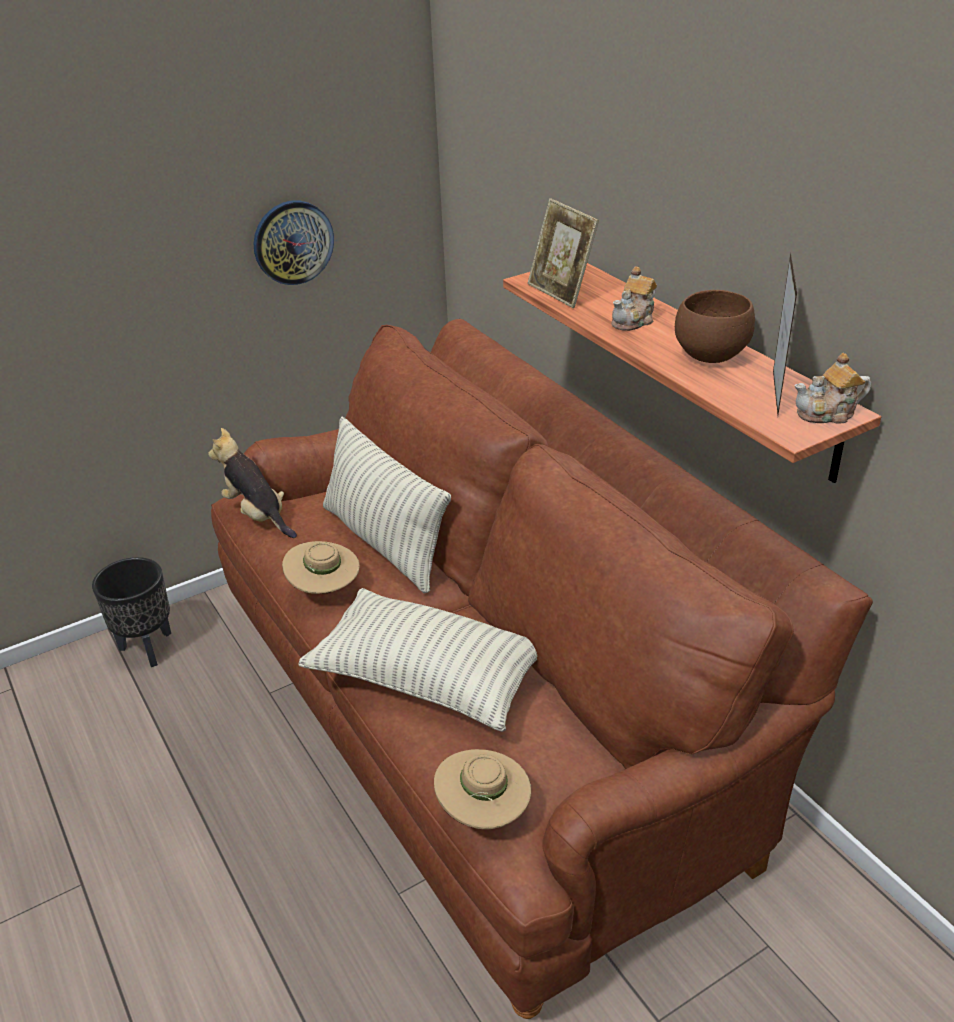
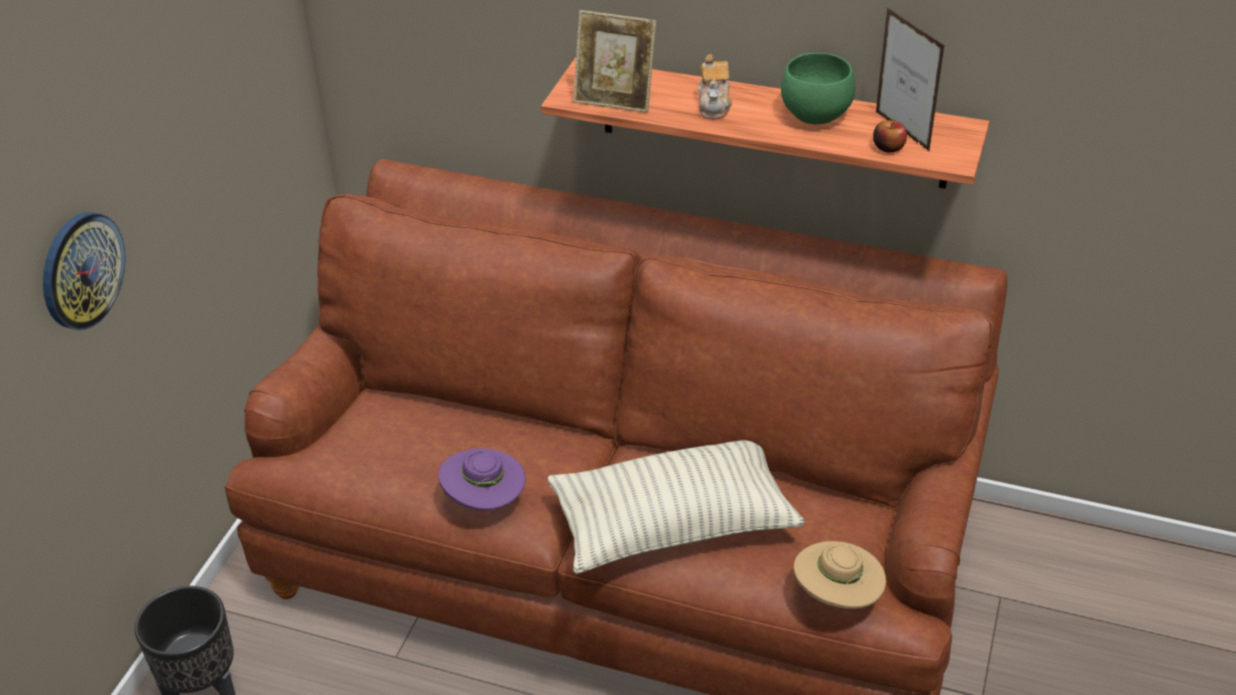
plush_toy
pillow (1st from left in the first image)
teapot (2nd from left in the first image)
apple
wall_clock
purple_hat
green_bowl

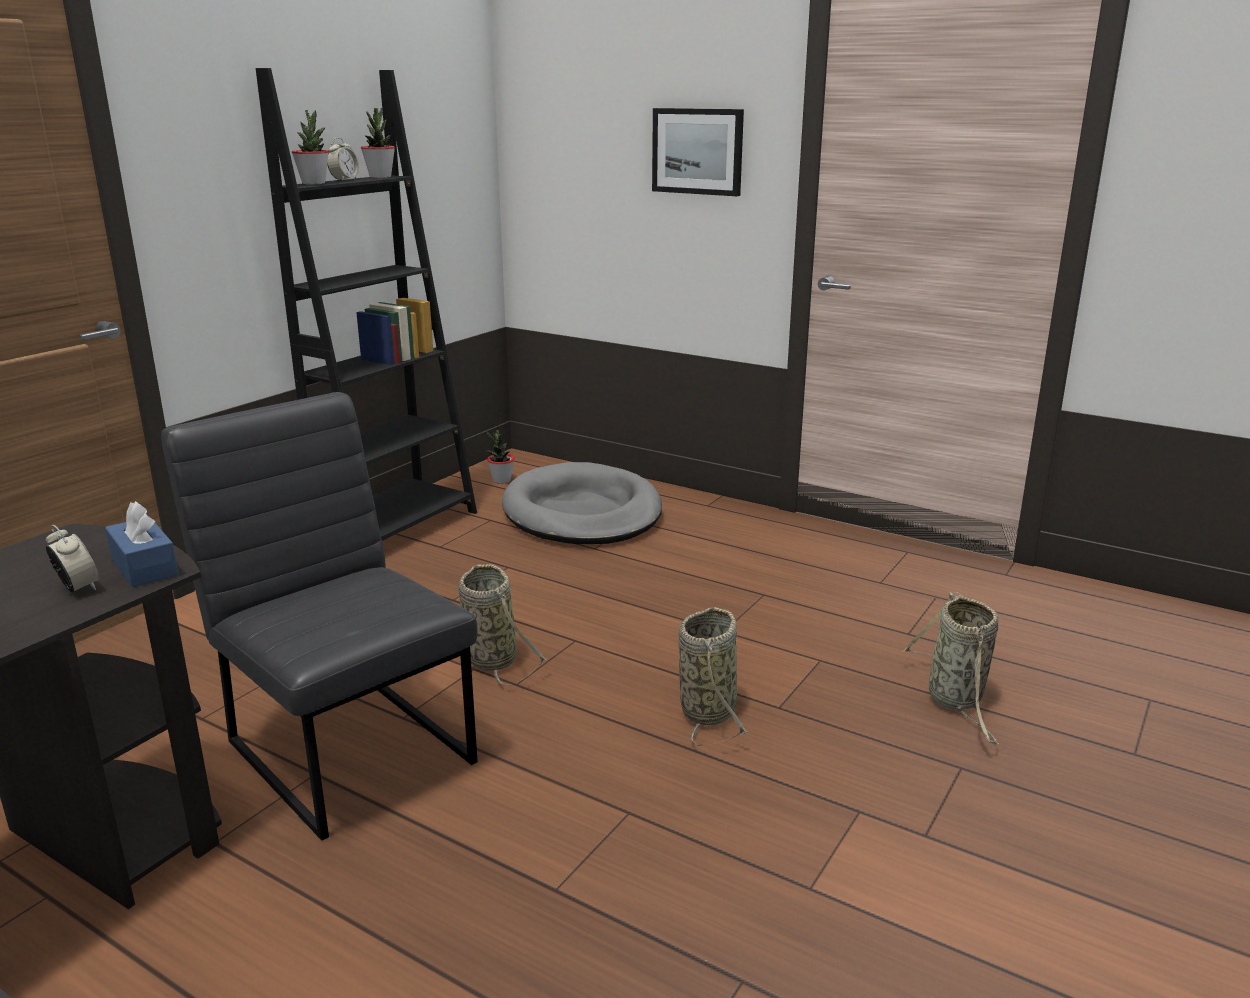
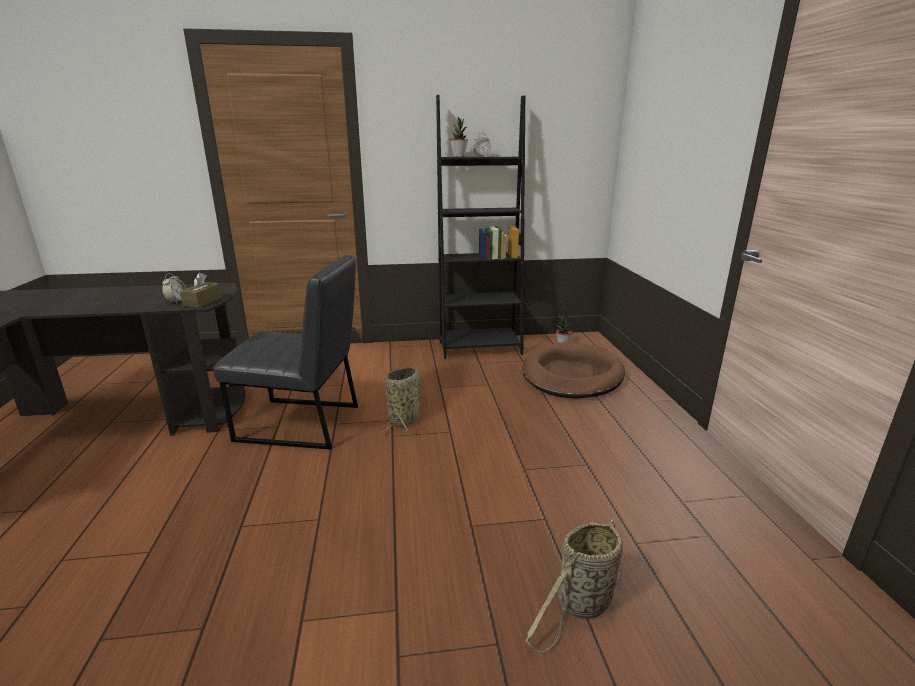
potted_plant (2nd from left in the first image)
picture
basket (2nd from left in the first image)
brown_tissue_box
brown_dog_bed
grey_chair

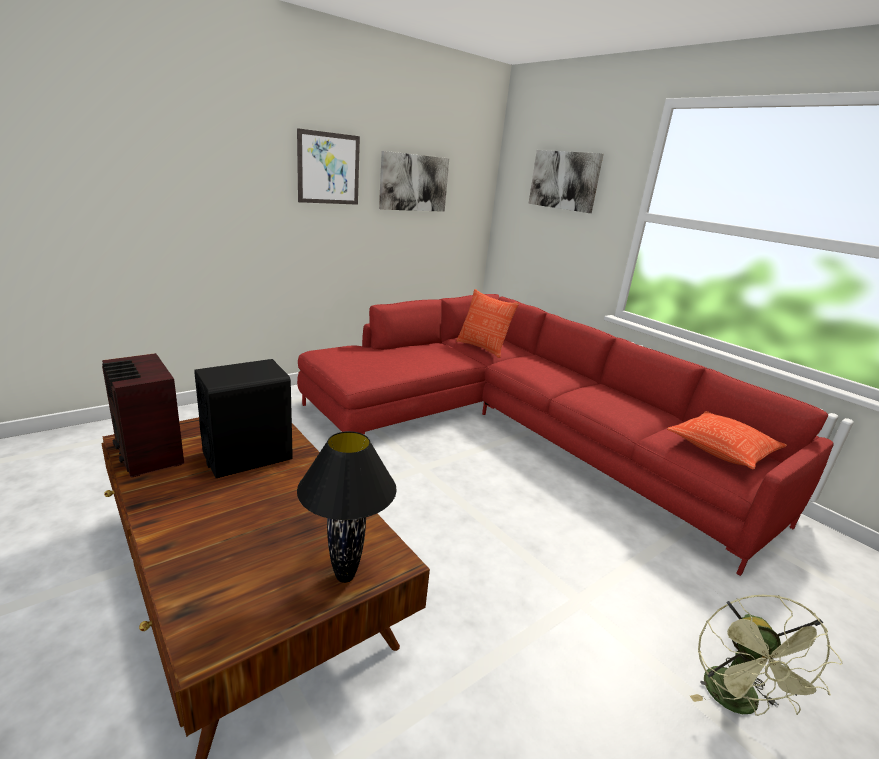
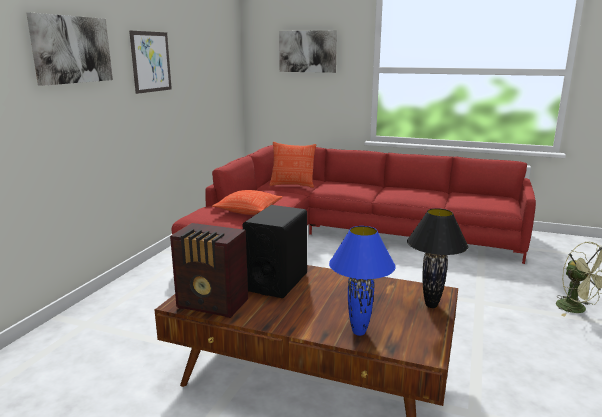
blue_table_lamp
picture (1st from left)
orange_pillow (1st from left)

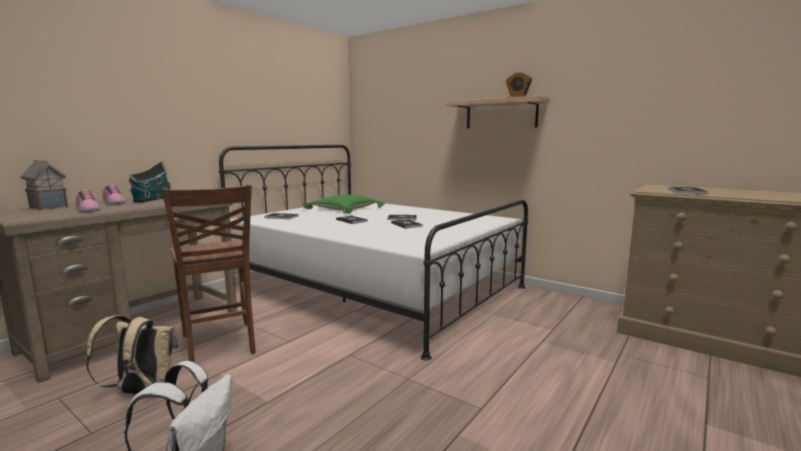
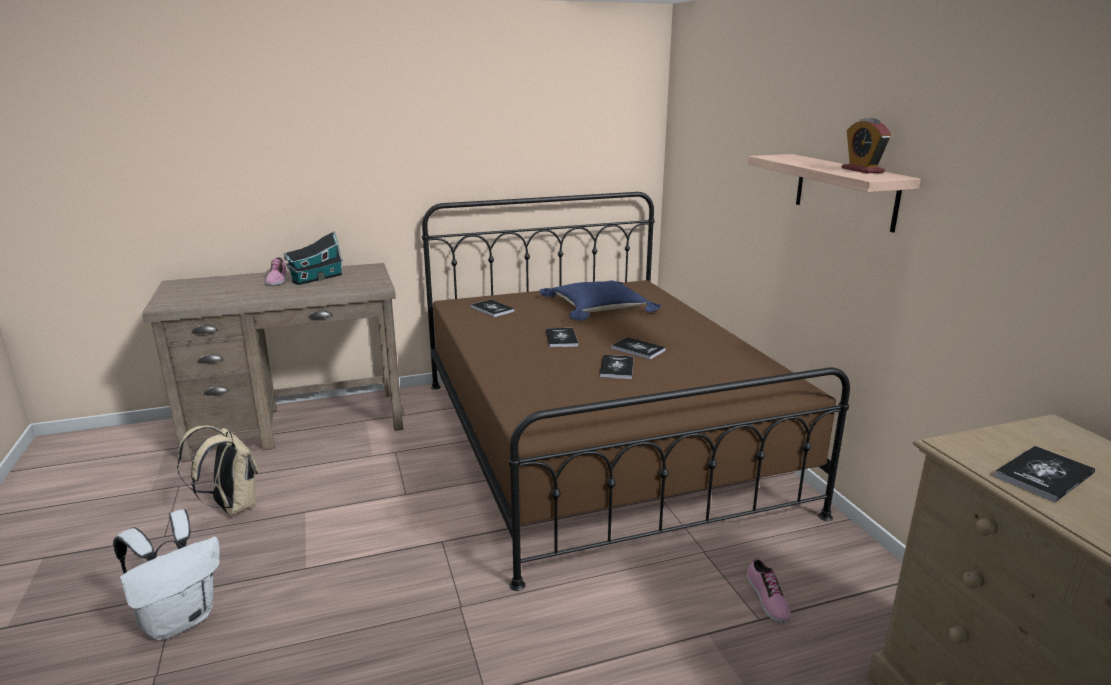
toy_house (1st from left in the first image)
brown_chair
shoe (2nd from left)
brown_bed
blue_pillow

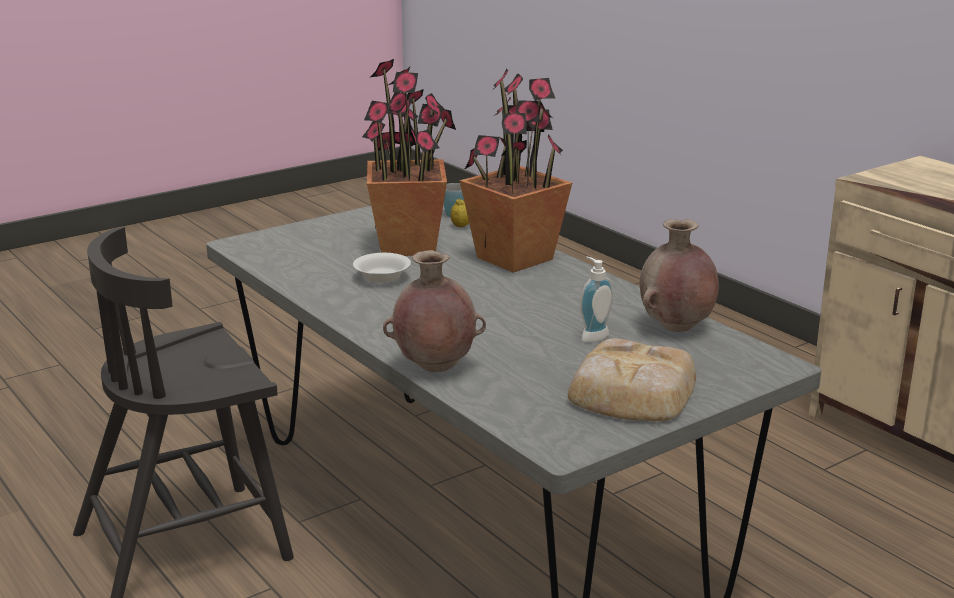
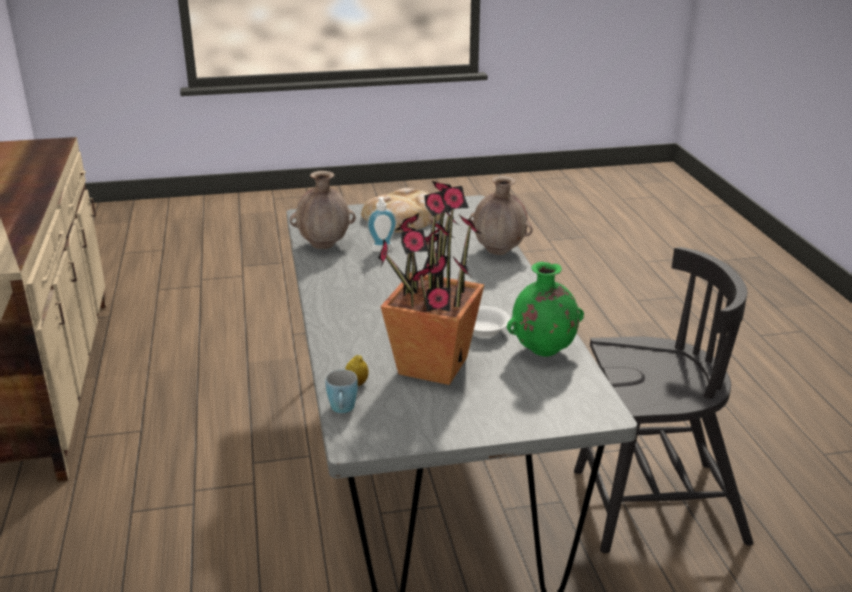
potted_plant (2nd from left in the first image)
green_vase

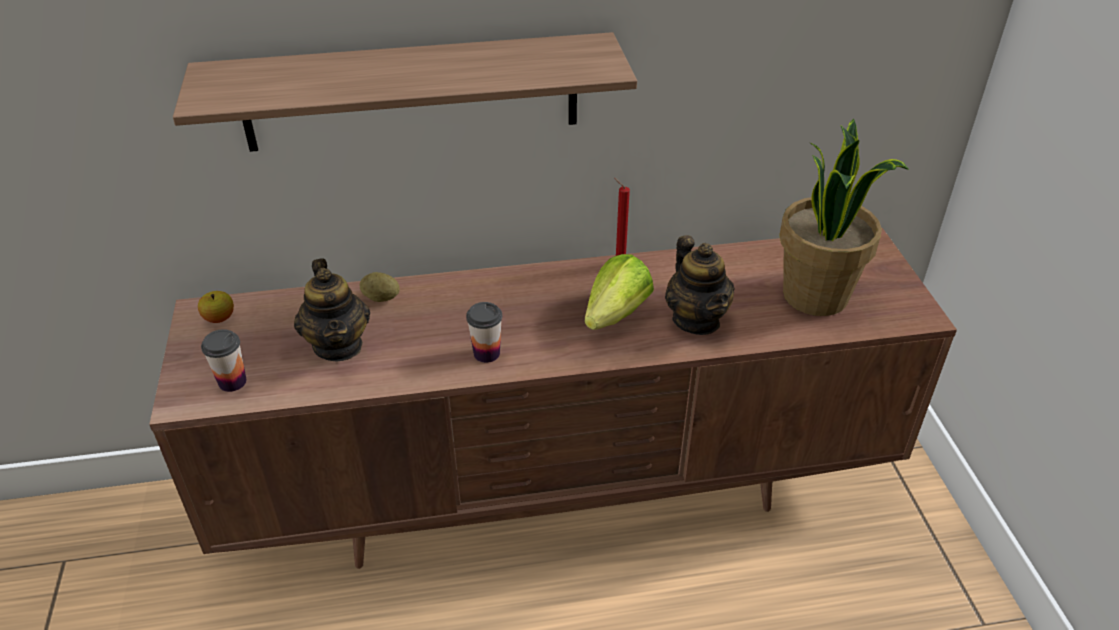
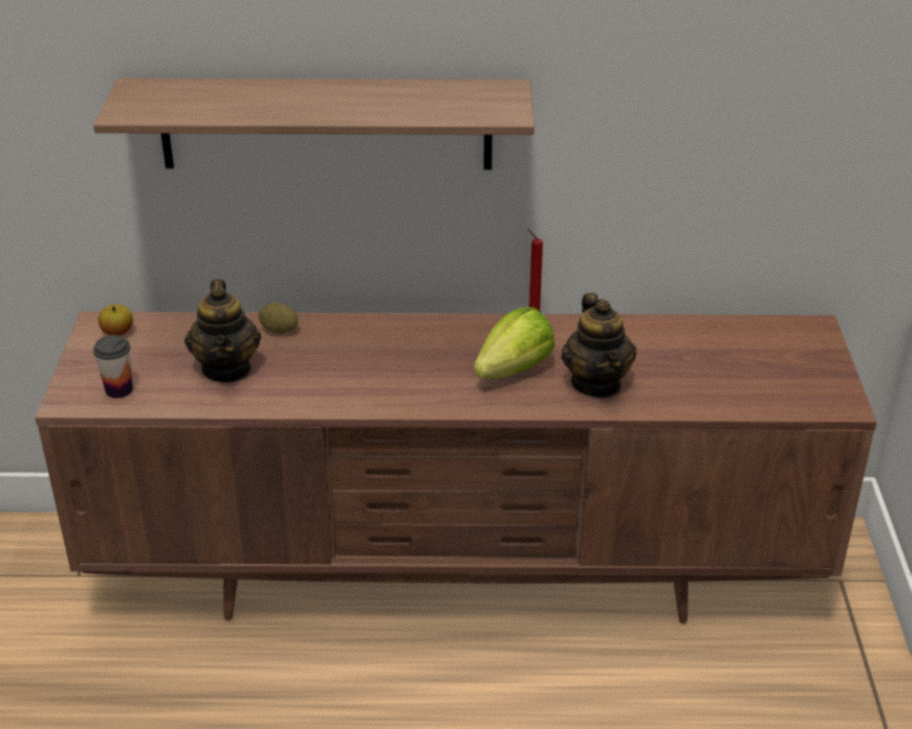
cup (2nd from left in the first image)
potted_plant

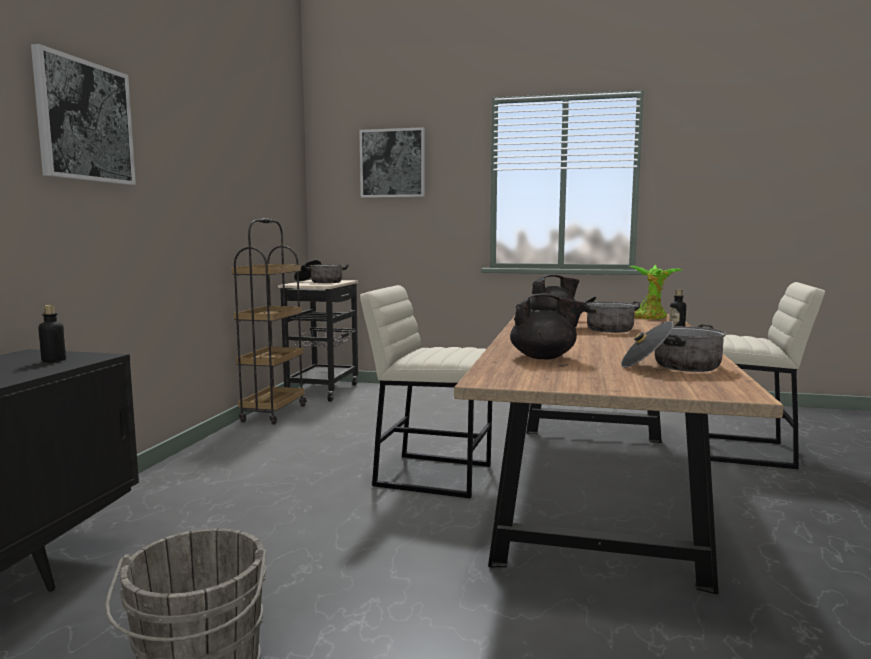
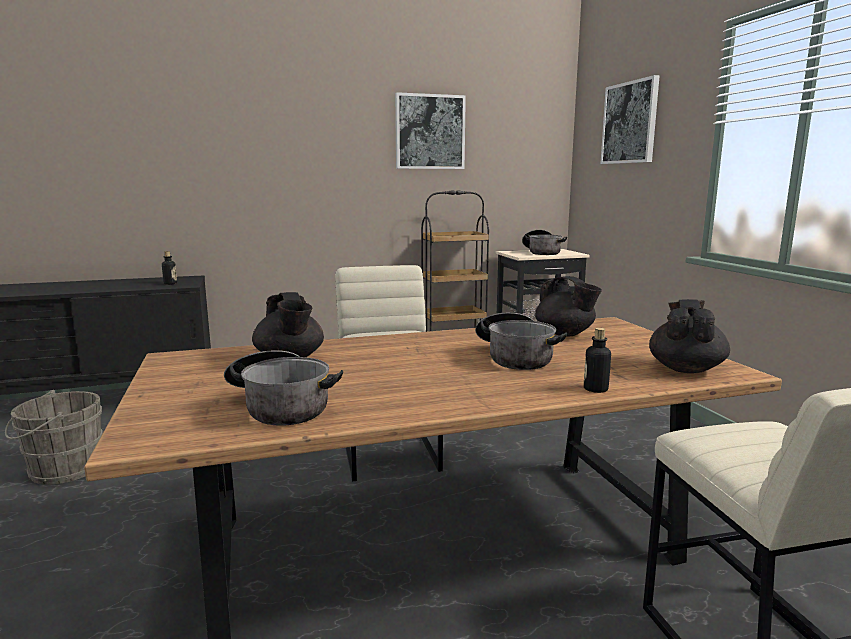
picture (1st from left)
black_teapot (3rd from left)

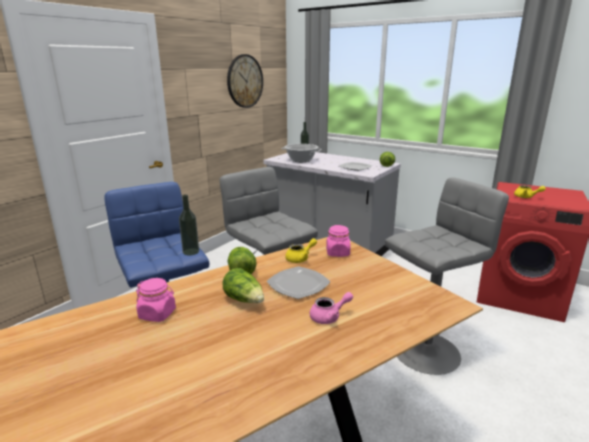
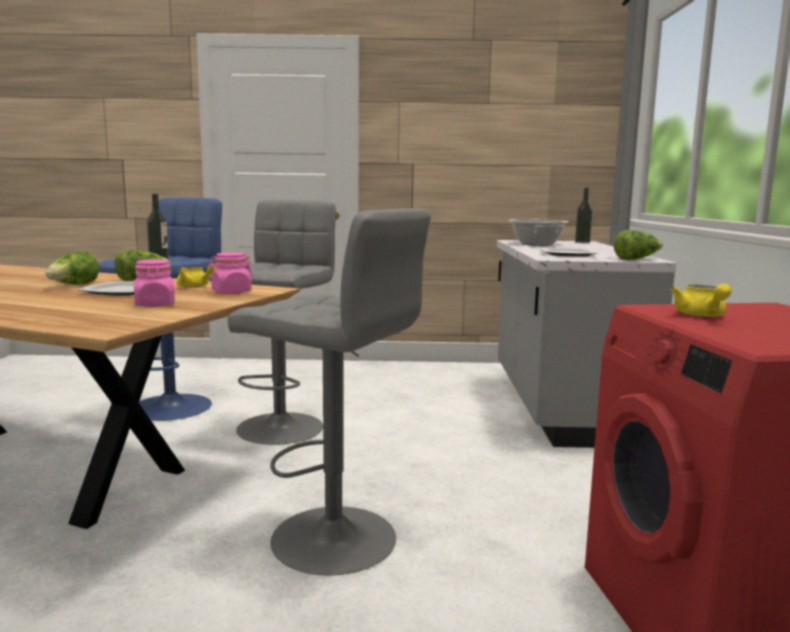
wall_clock
pink_teapot
pink_jar (1st from left)

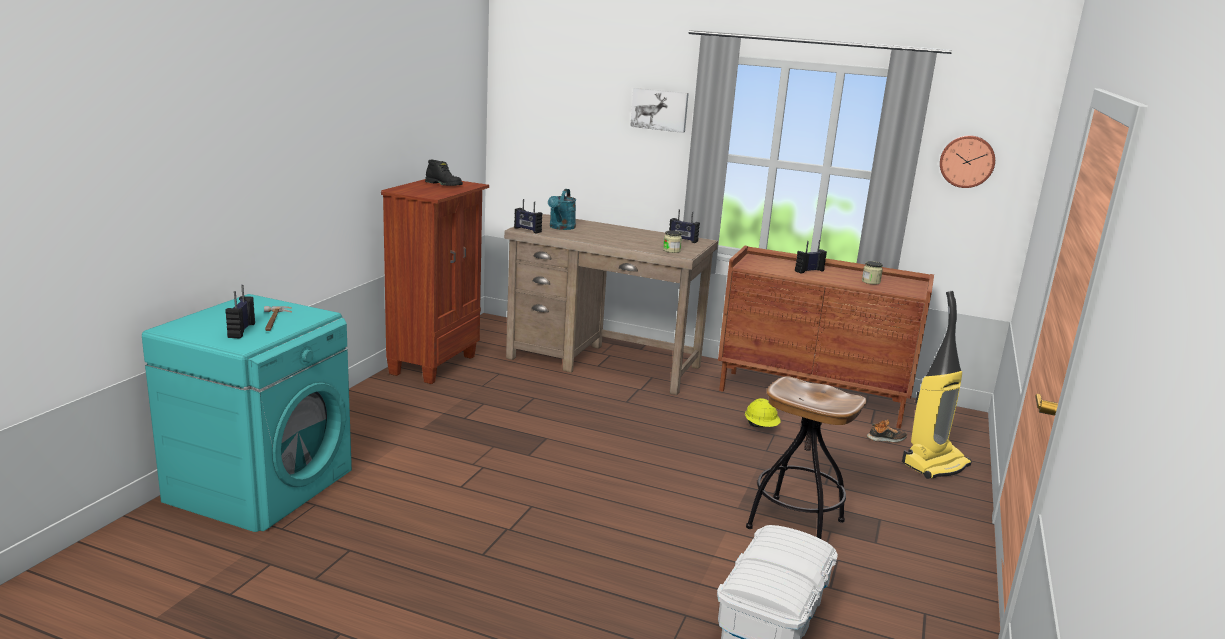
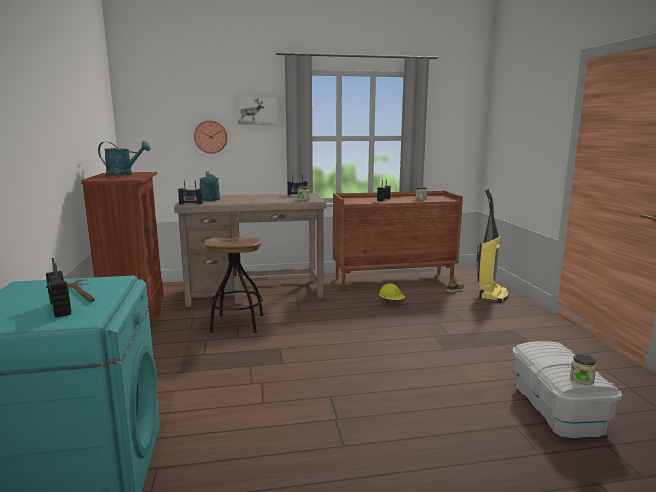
jar (3rd from left)
brown_stool
wall_clock
turquoise_watering_can (1st from left)

